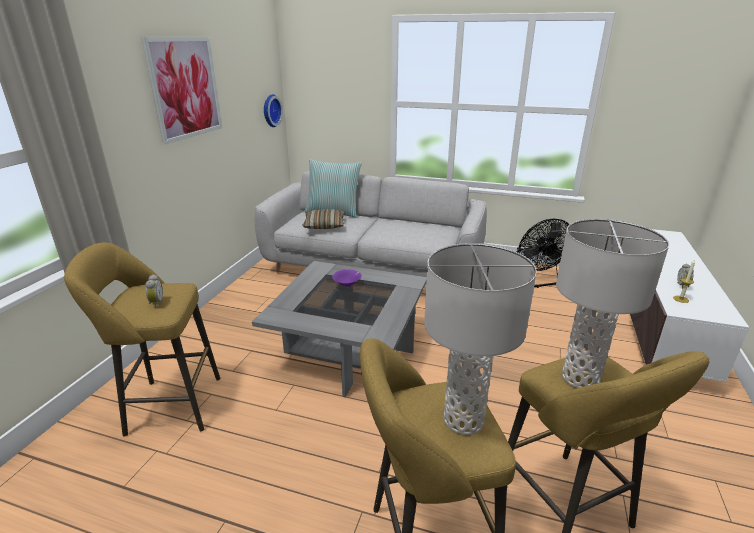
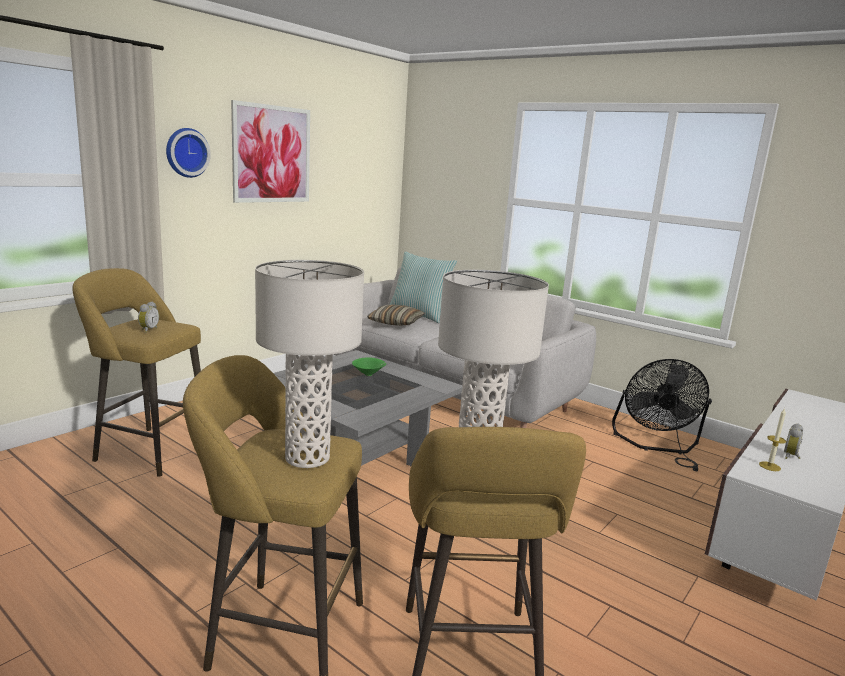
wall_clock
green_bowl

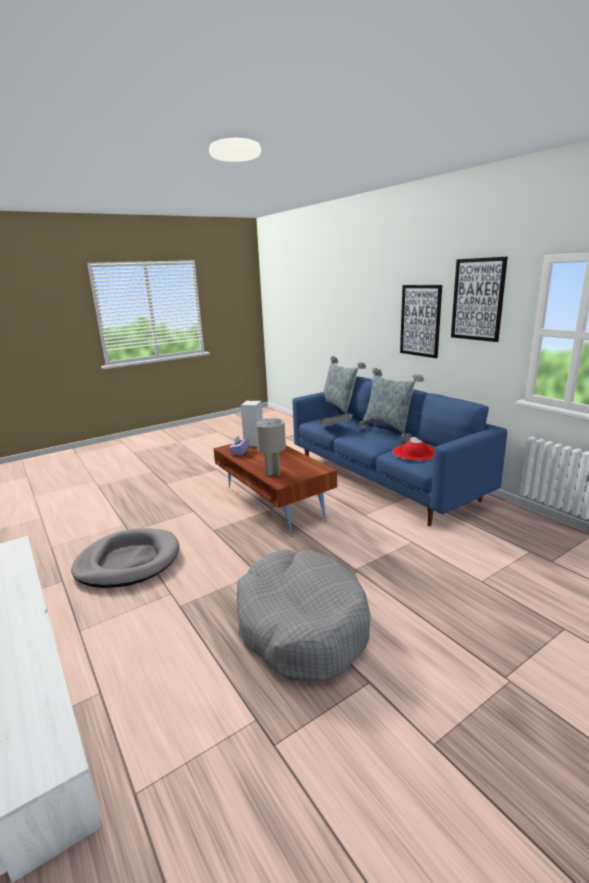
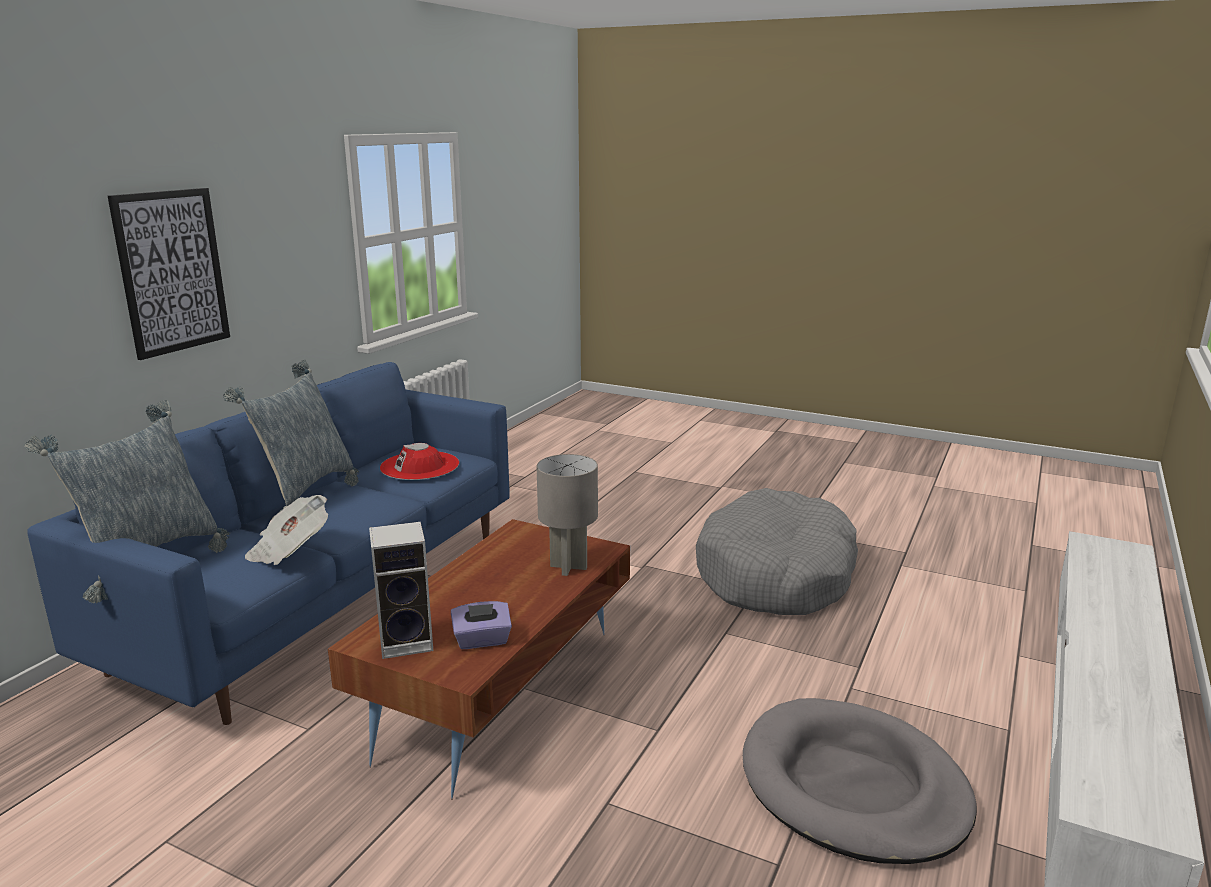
picture (2nd from left in the first image)

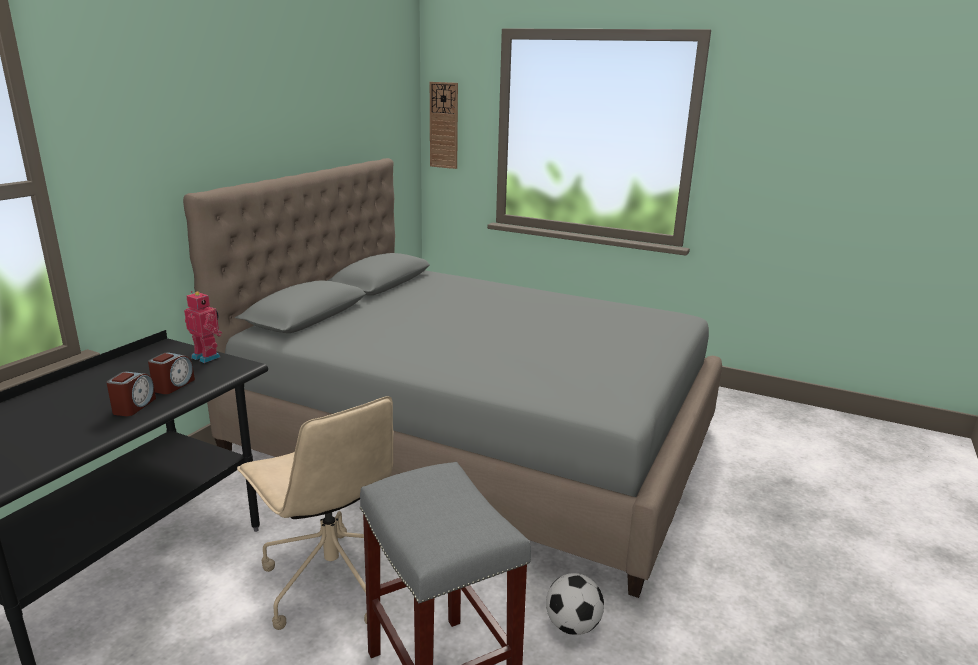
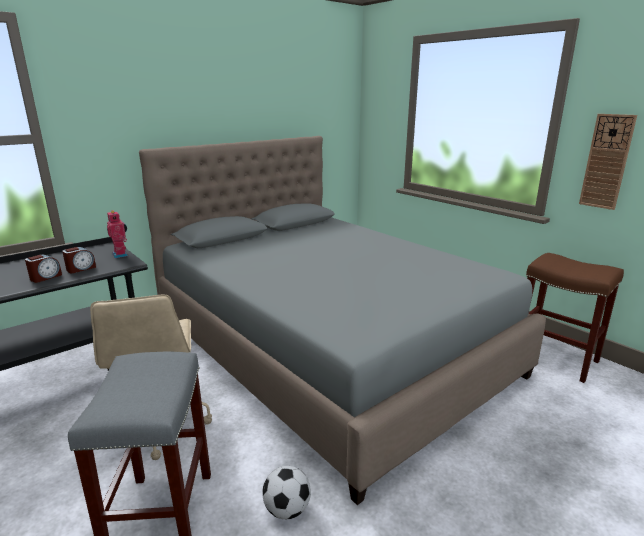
brown_stool
wall_clock

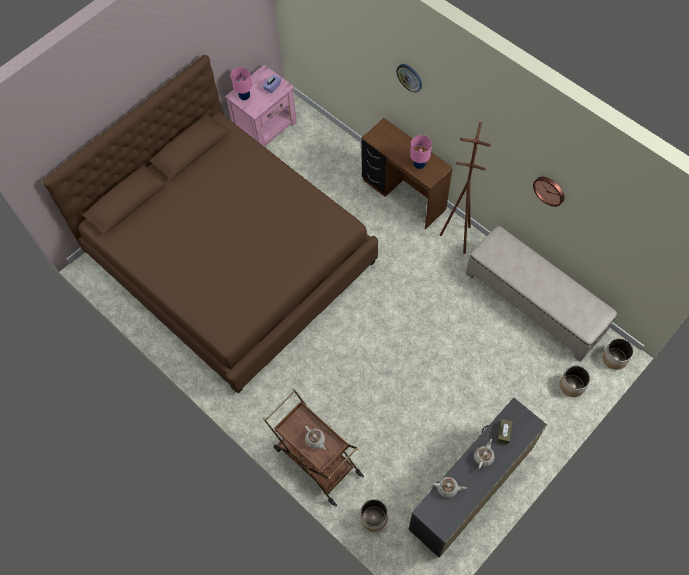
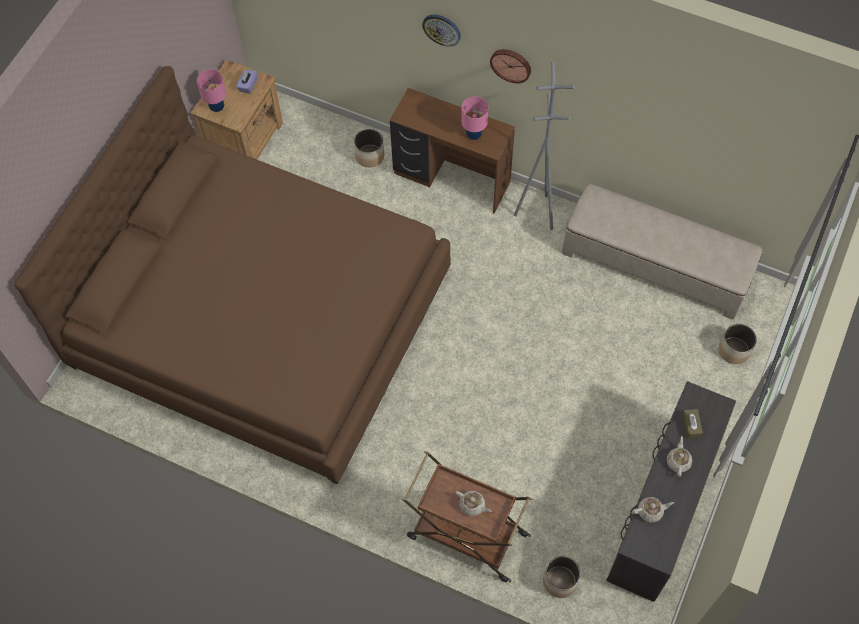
wall_clock (2nd from left)
planter (1st from left)
brown_nightstand
grey_clothes_rack

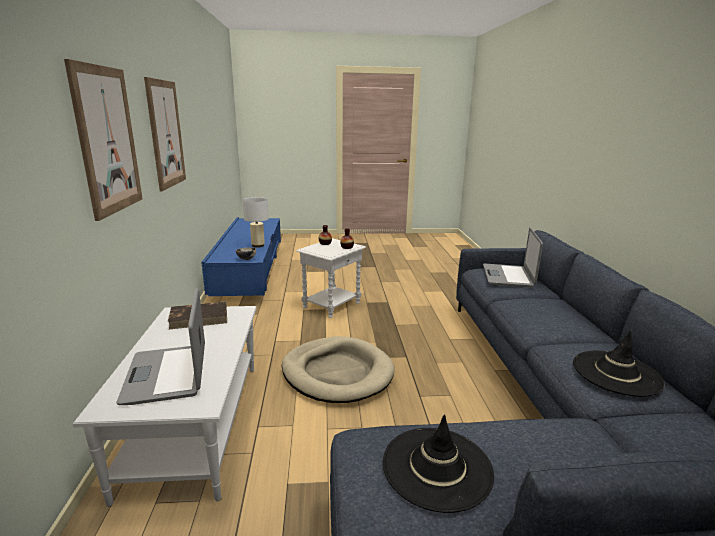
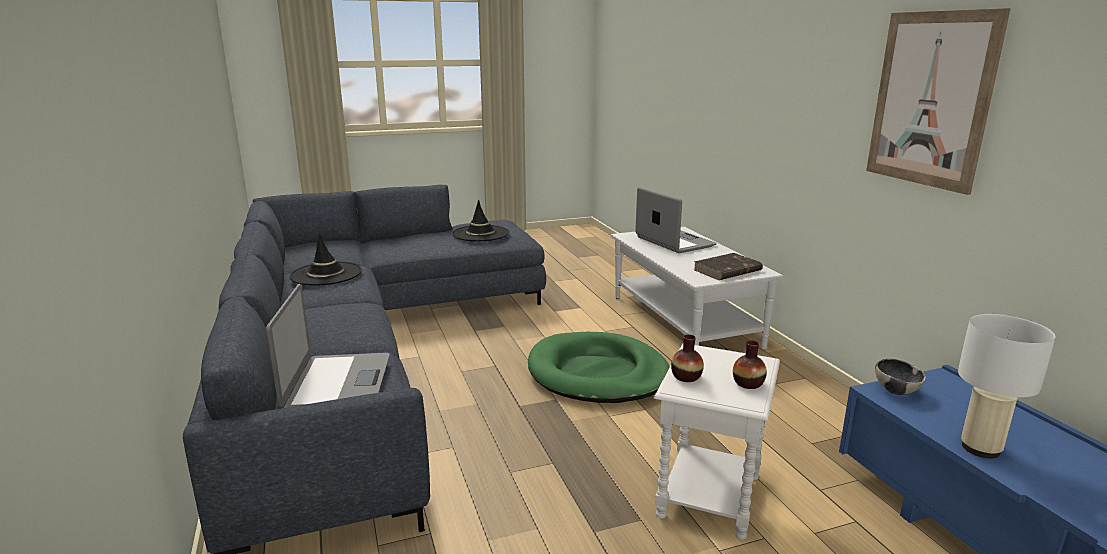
picture (1st from left in the first image)
green_dog_bed

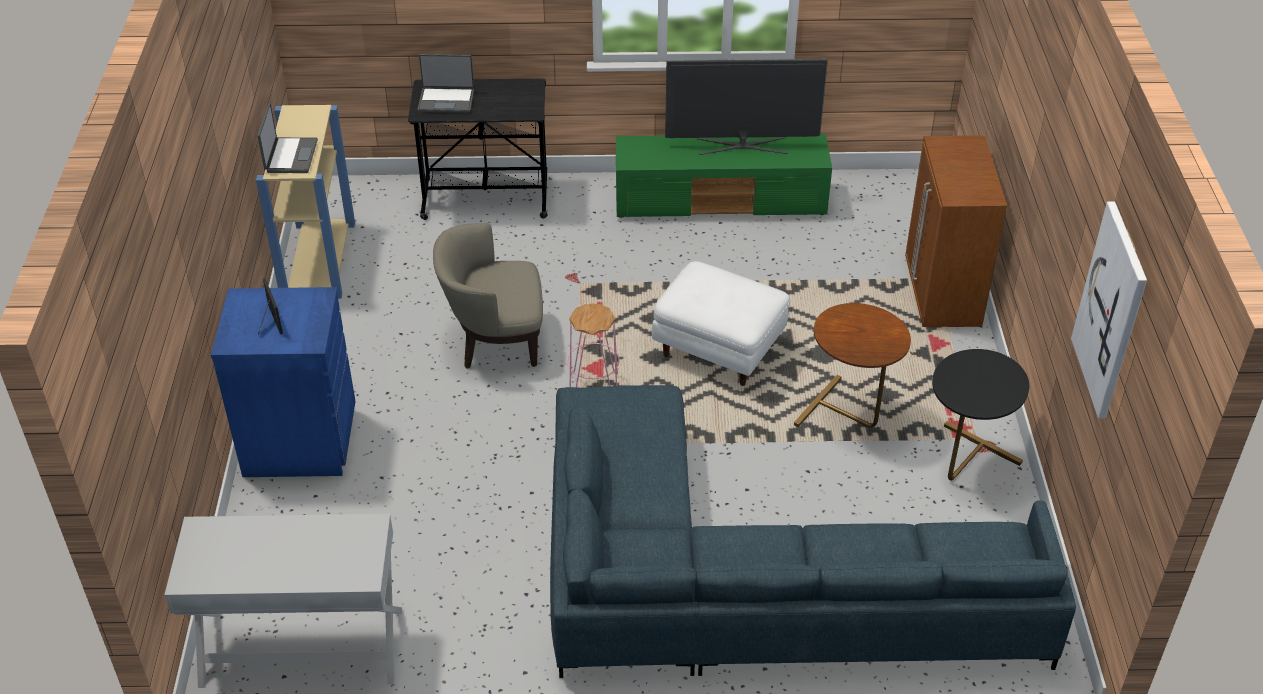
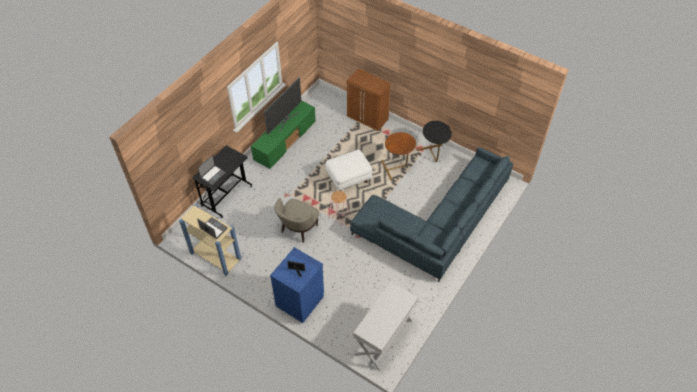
picture

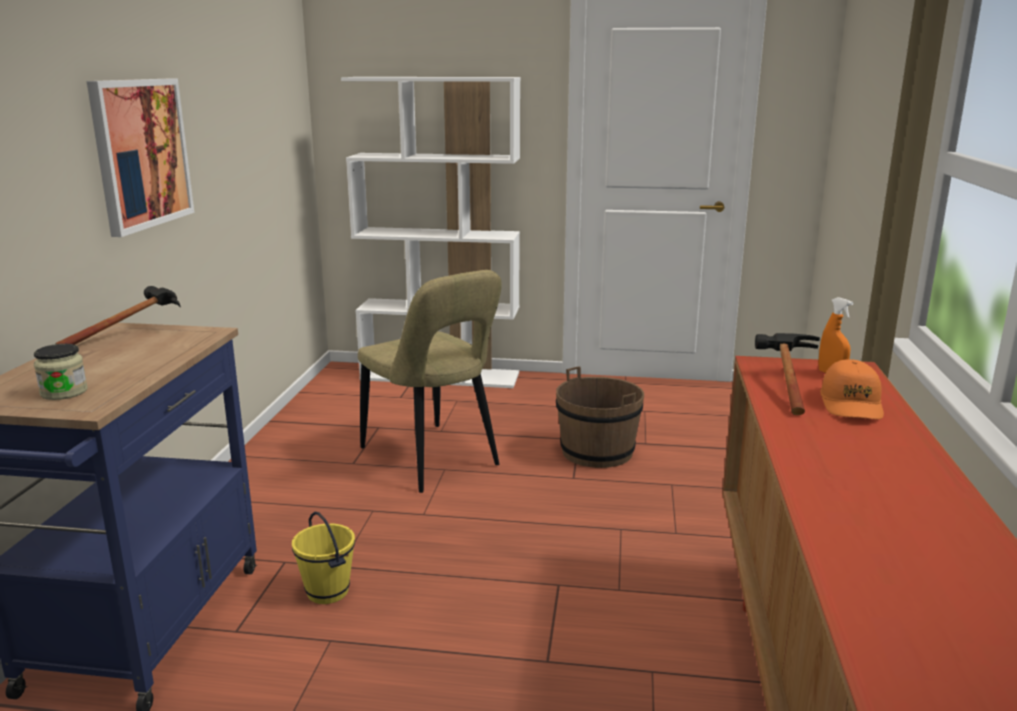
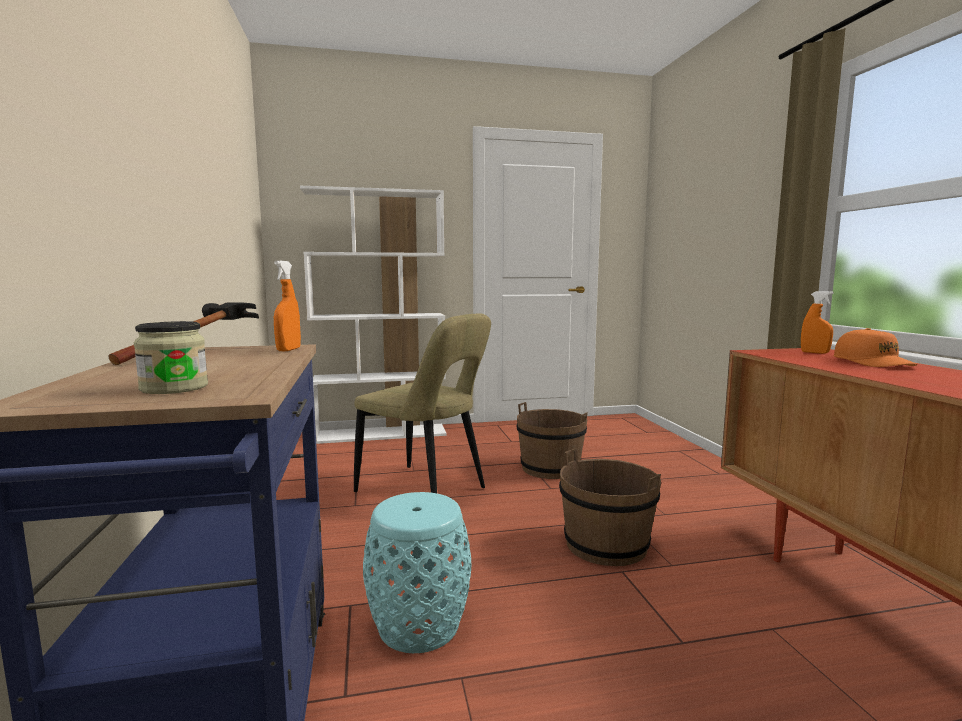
picture
hammer (2nd from left in the first image)
orange_spray_bottle (1st from left)
brown_bucket (2nd from left)
turquoise_stool

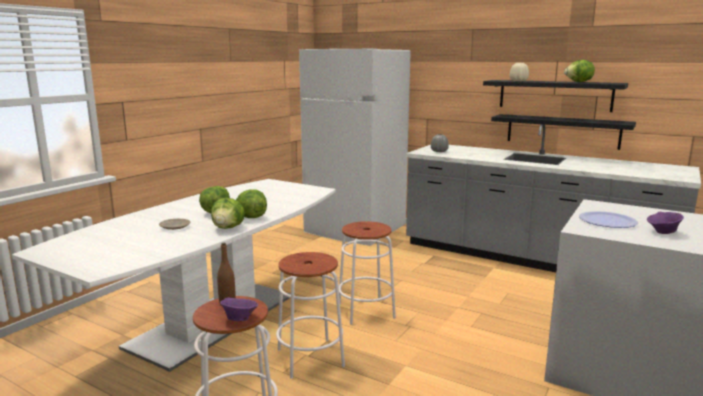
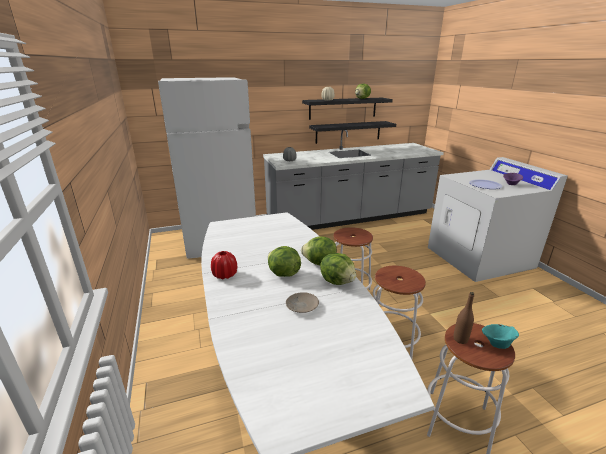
red_vase
turquoise_bowl

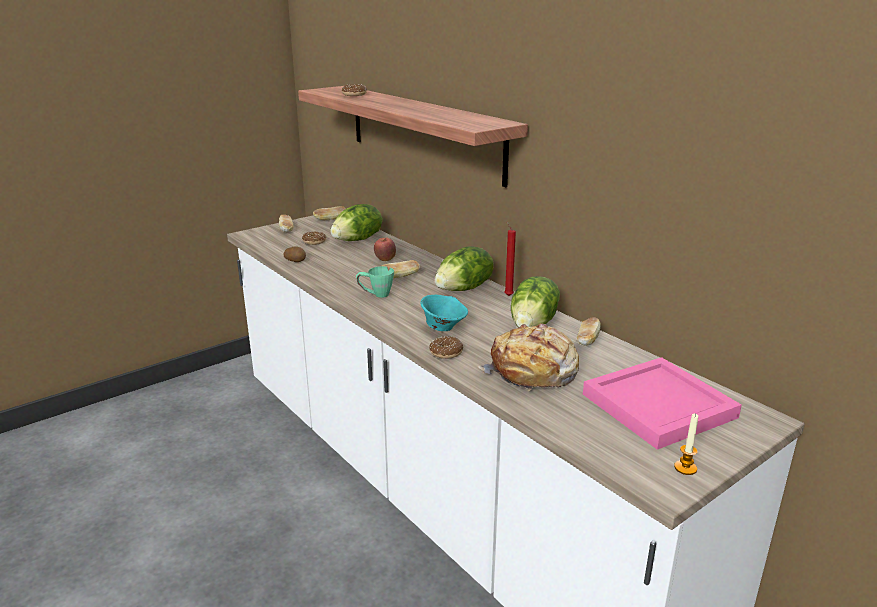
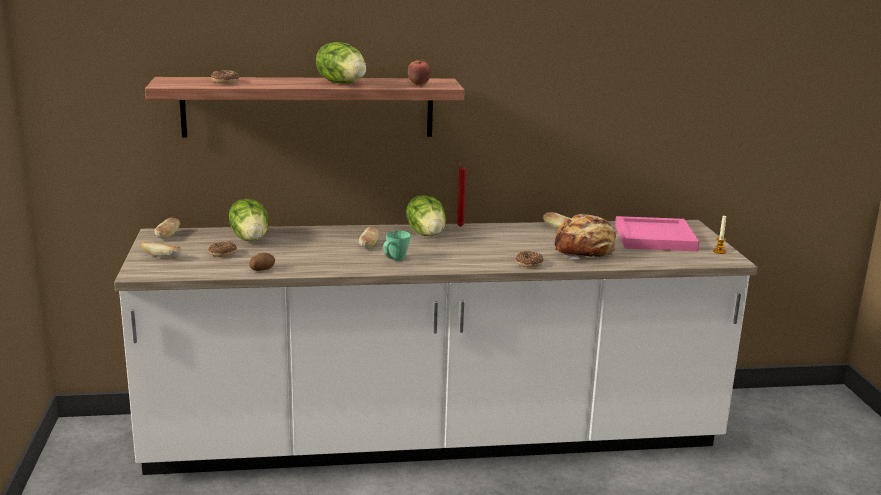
turquoise_bowl
apple
lettuce (2nd from left)

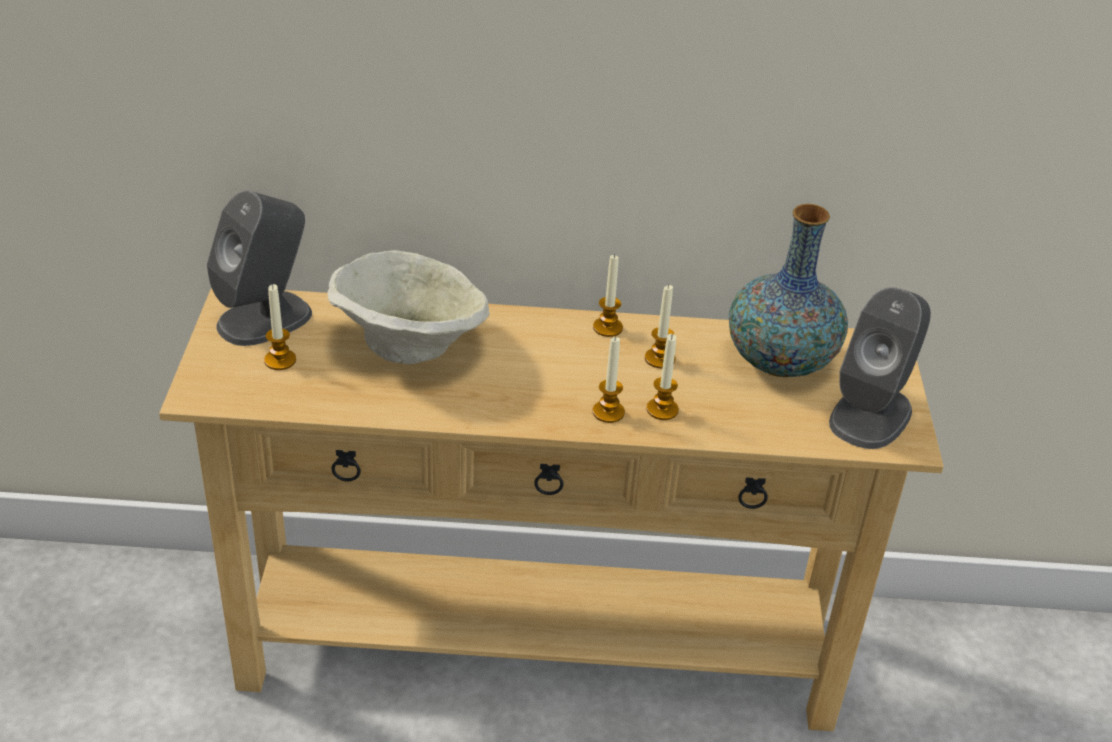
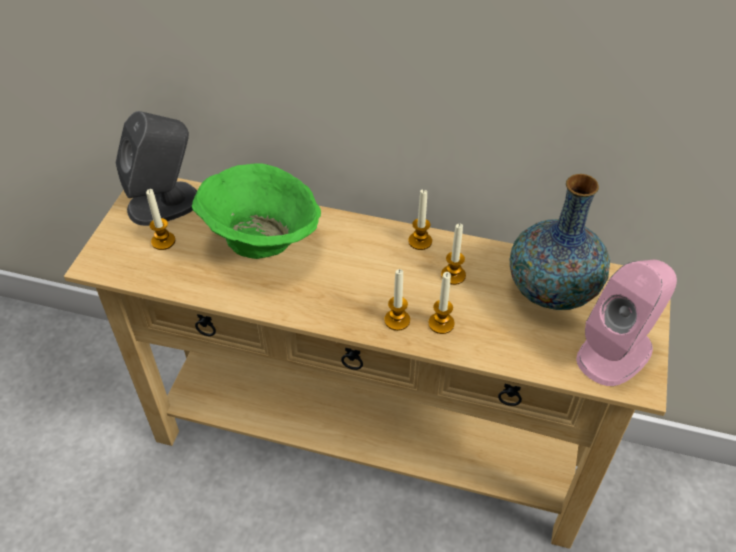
green_bowl
pink_speaker

